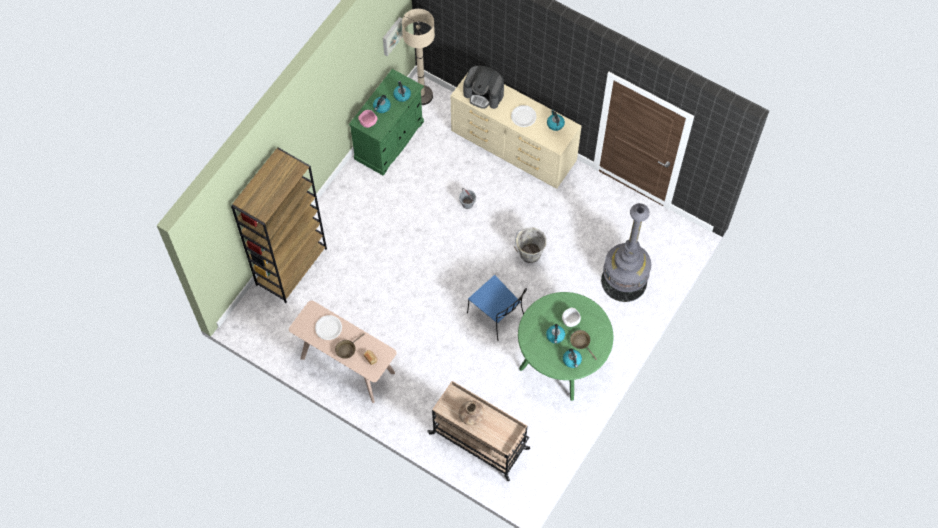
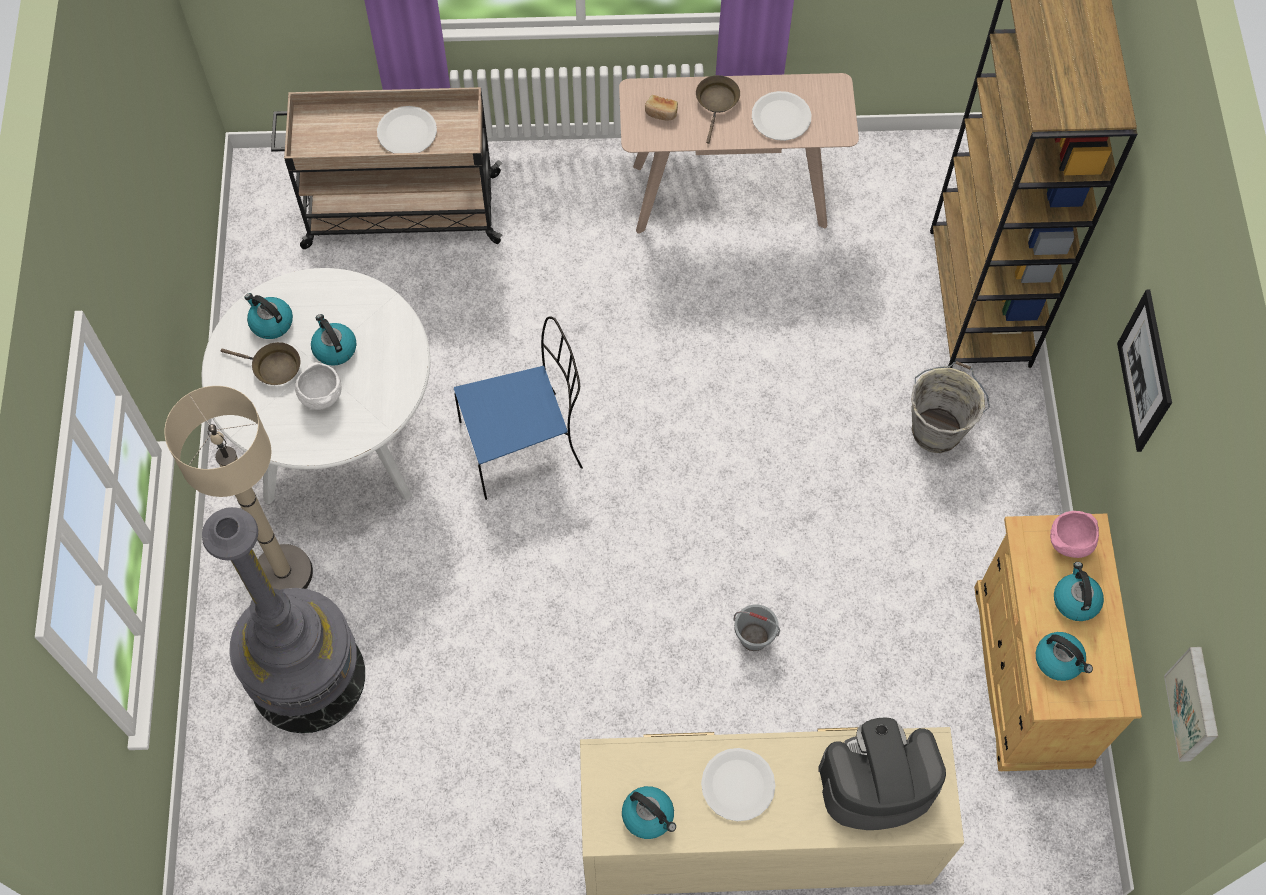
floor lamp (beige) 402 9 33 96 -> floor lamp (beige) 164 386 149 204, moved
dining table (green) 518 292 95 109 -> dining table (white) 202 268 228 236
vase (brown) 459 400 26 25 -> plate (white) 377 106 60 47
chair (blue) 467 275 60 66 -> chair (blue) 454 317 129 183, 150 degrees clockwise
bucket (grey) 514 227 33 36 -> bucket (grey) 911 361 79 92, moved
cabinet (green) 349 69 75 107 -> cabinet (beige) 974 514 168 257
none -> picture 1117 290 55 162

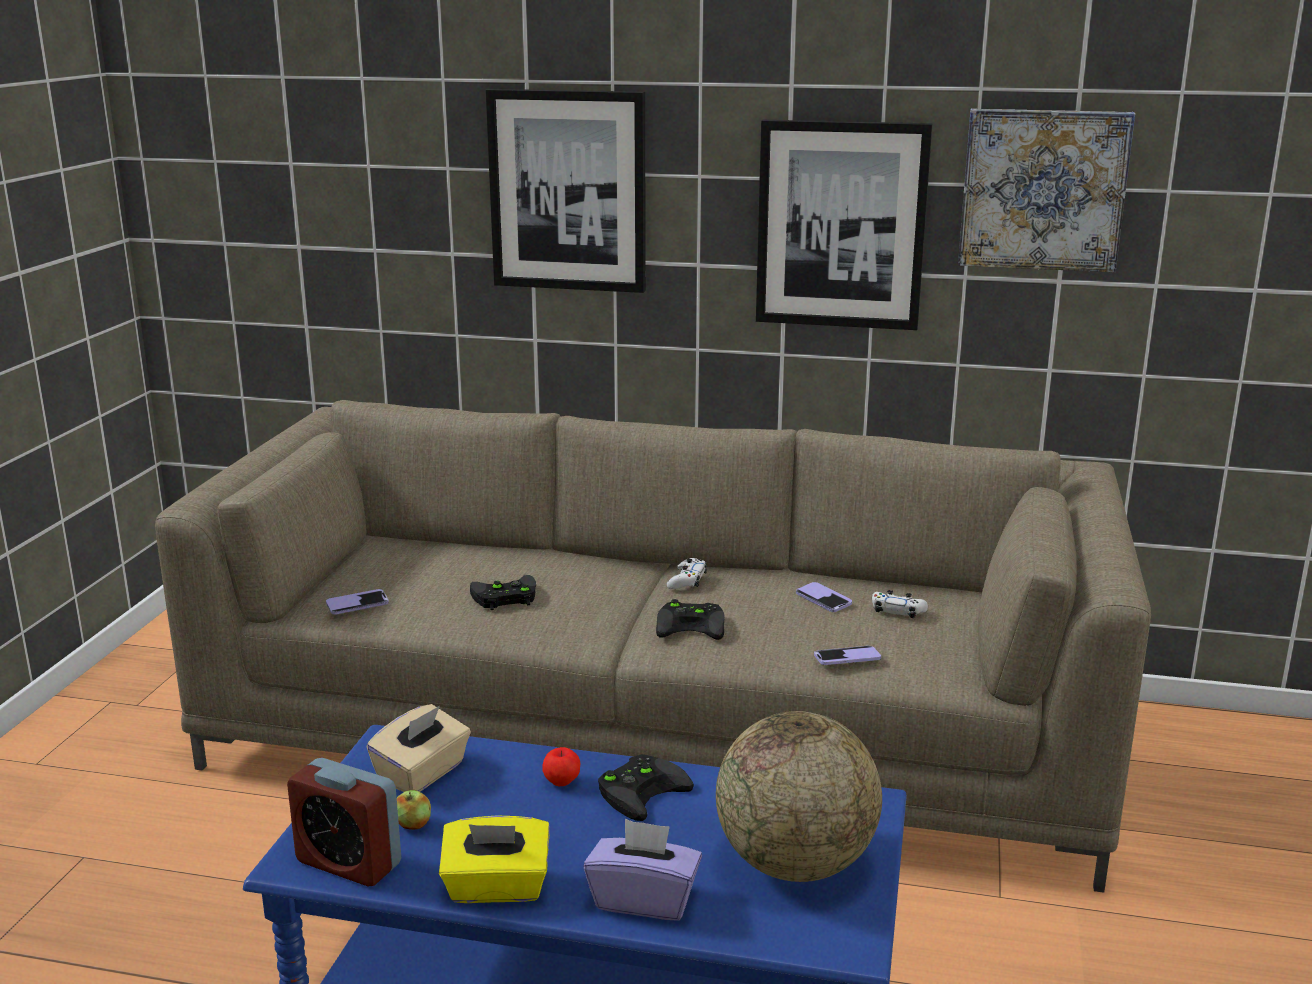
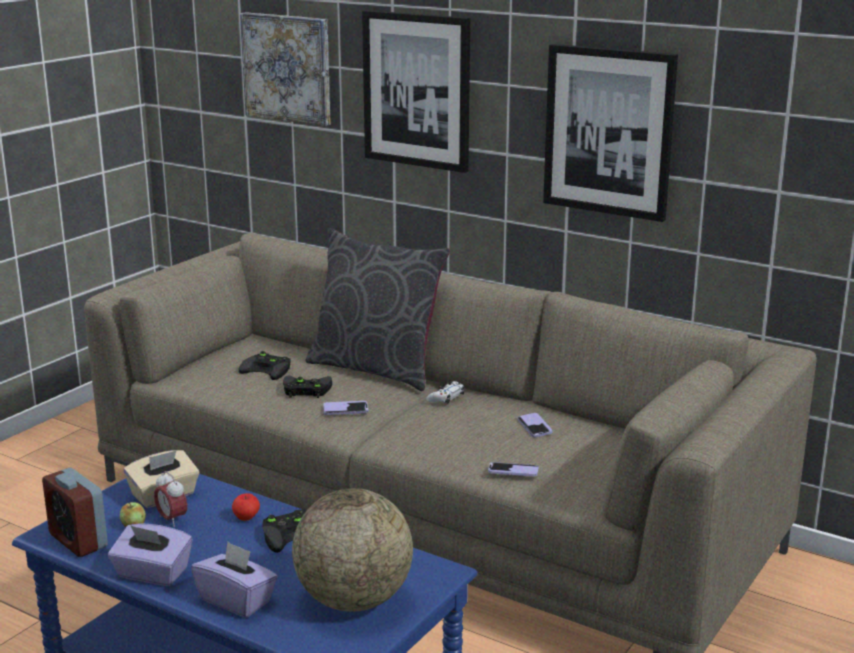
tissue box (yellow) 439 815 111 88 -> tissue box (purple) 108 523 84 63
none -> alarm clock 154 471 33 56
game controller (black) 656 599 69 41 -> game controller (black) 238 351 53 29, moved
picture 958 109 177 163 -> picture 240 12 91 114, moved
none -> pillow (grey) 306 228 144 163
phone 326 589 63 26 -> phone 323 401 45 14, moved
game controller (white) 872 590 56 28 -> none

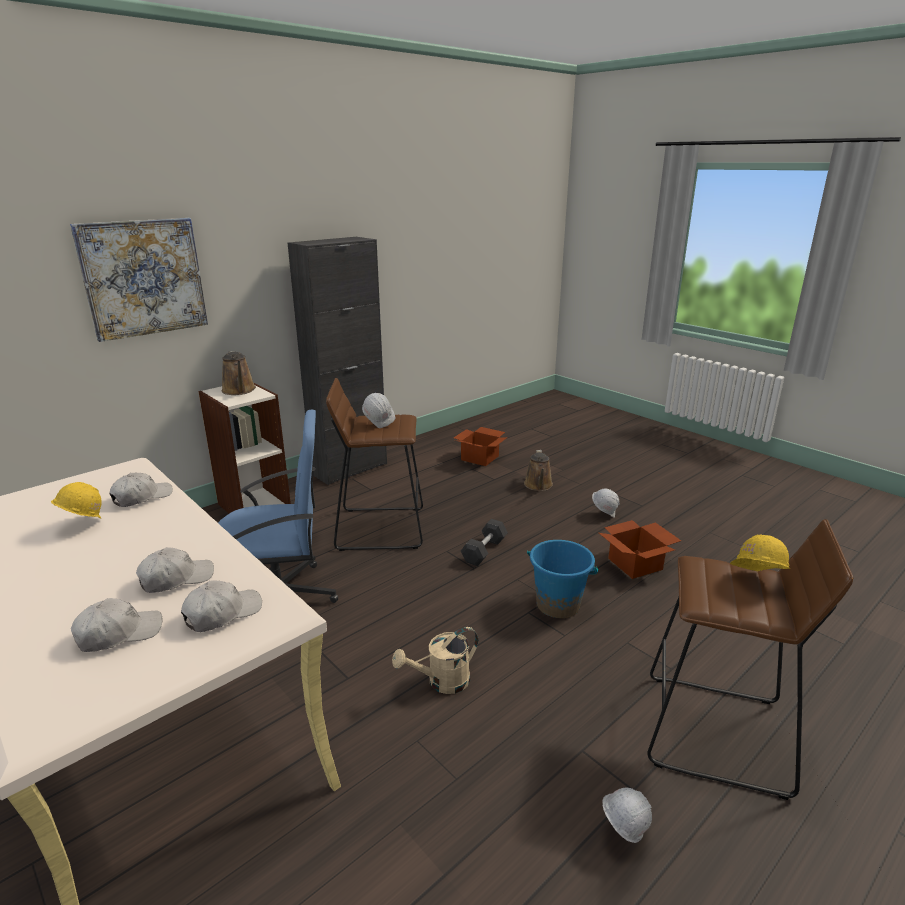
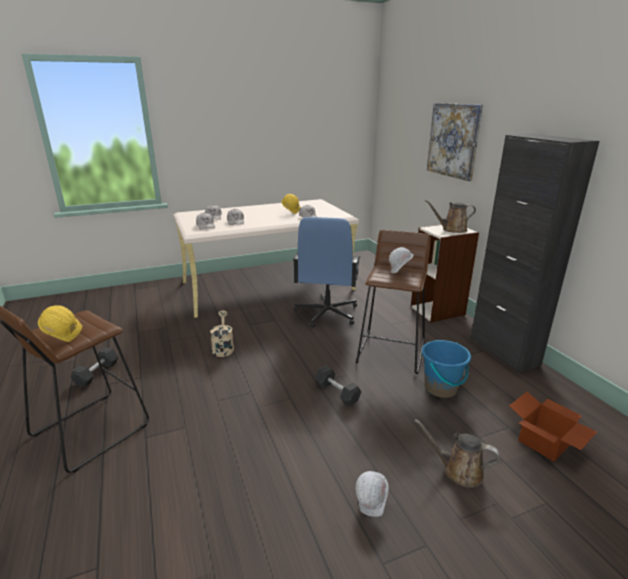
hard hat (white) 602 788 50 55 -> dumbbell (grey) 71 347 47 40
bucket (blue) 527 540 71 78 -> bucket (blue) 422 340 49 58, moved
cardboard box 599 520 82 59 -> none

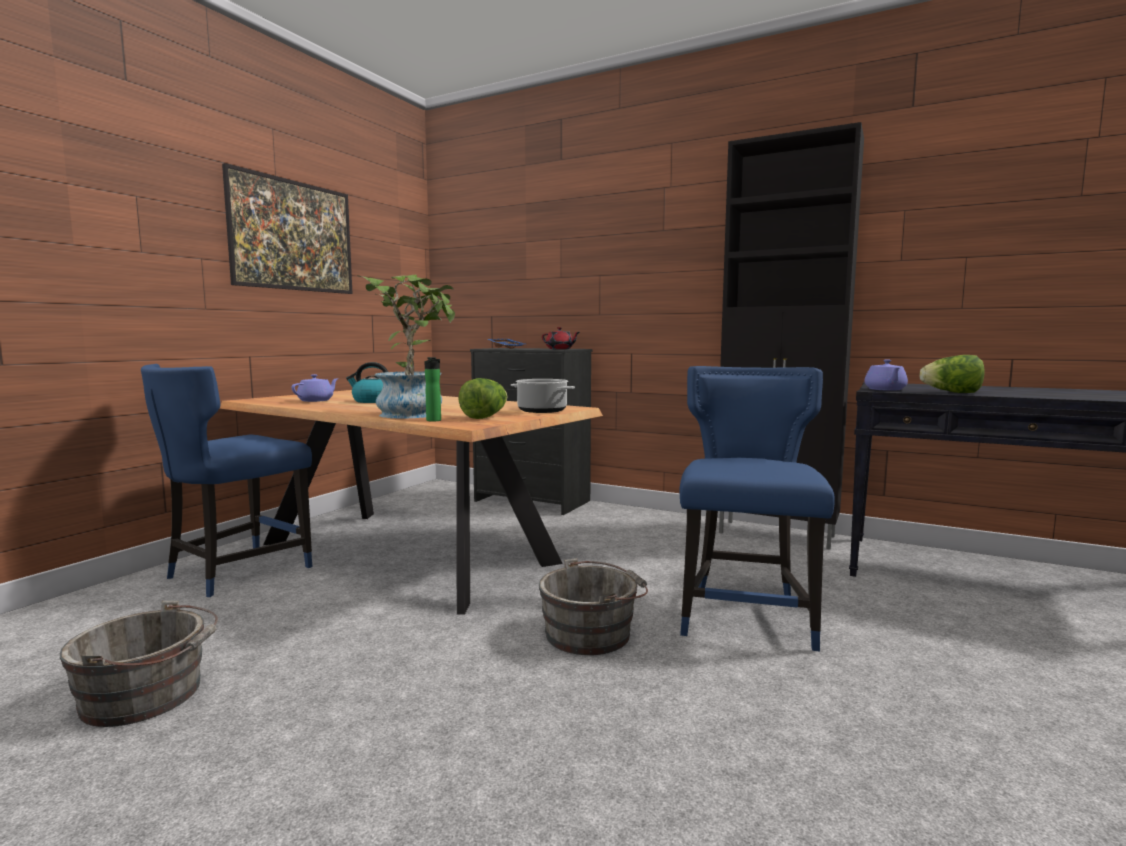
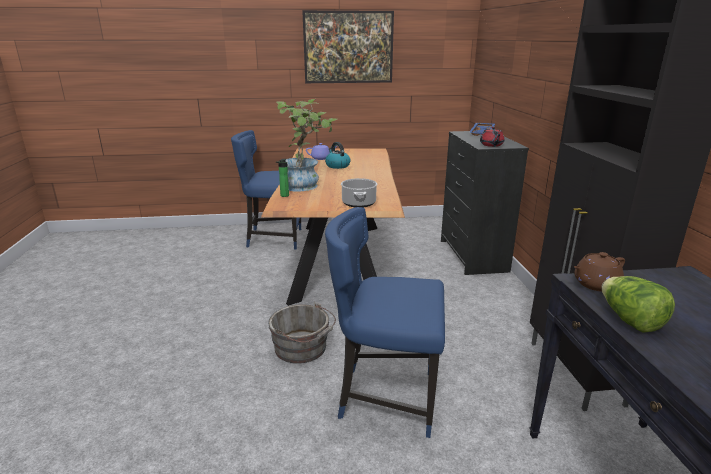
chair (blue) 680 366 155 286 -> chair (blue) 325 207 120 231, 150 degrees counterclockwise
teapot (purple) 864 360 44 31 -> teapot (brown) 574 252 51 40
bucket (grey) 60 601 158 126 -> none
lettuce 458 378 49 41 -> none

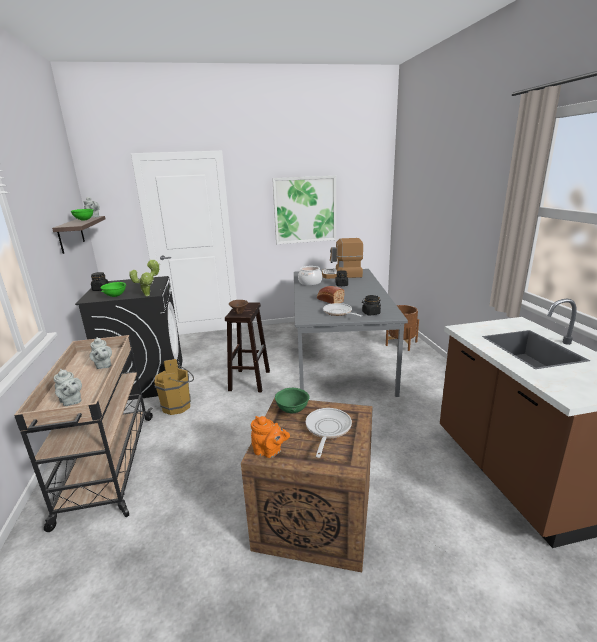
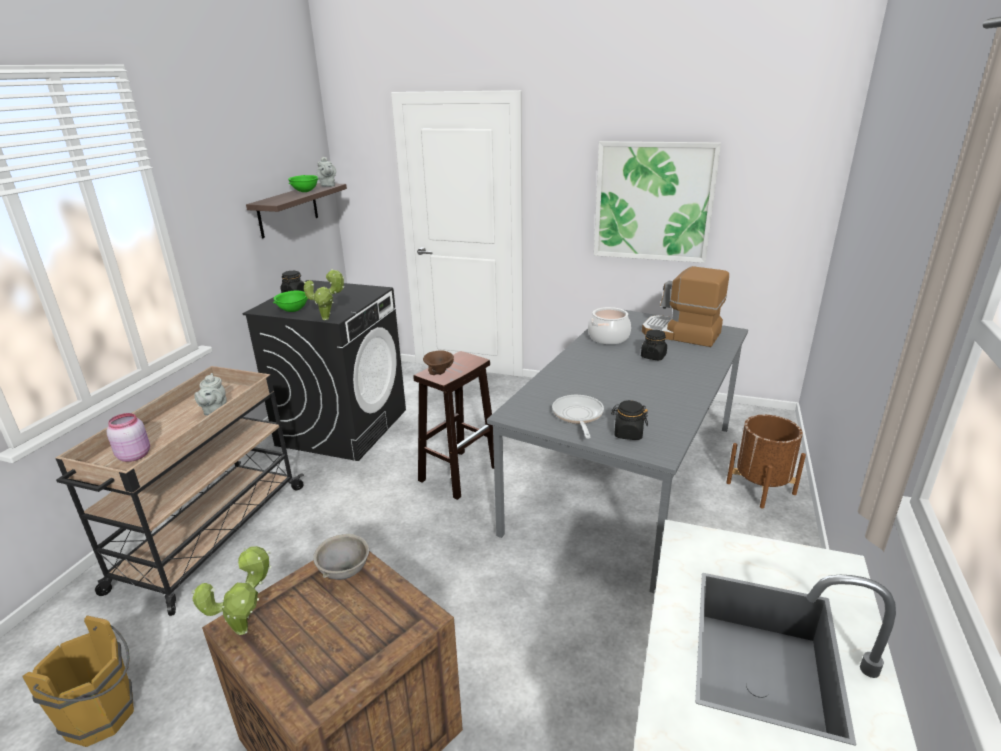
bucket (brown) 155 359 39 56 -> bucket (brown) 22 616 112 131, moved
teapot (grey) 54 369 28 37 -> jar (pink) 107 413 43 49
teapot (orange) 251 416 39 42 -> potted plant 191 546 80 89
bowl (green) 275 388 35 25 -> bowl (grey) 313 534 56 46
frying pan 306 408 46 50 -> none
bread 317 286 28 18 -> none

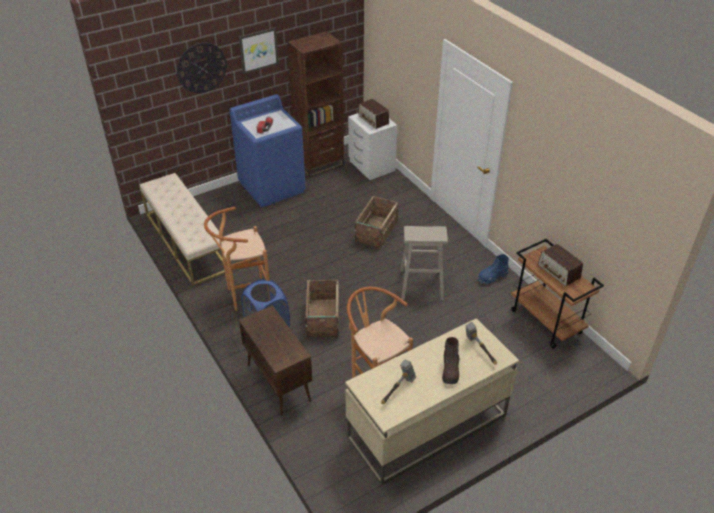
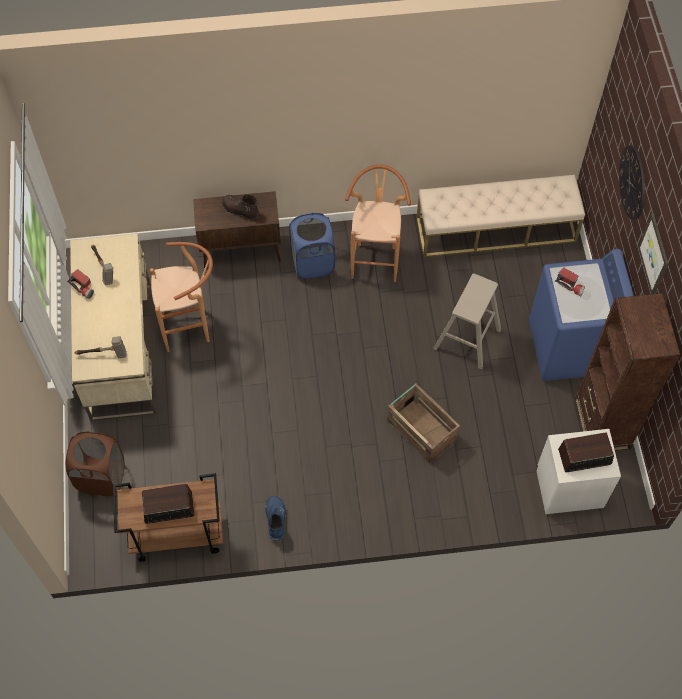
none -> laundry basket (brown) 66 431 59 65
none -> flashlight 67 269 27 30
boot (brown) 442 337 18 47 -> boot (brown) 222 194 37 25, moved
stool (beige) 400 226 48 74 -> stool (beige) 433 273 68 97, moved
crate 305 280 34 57 -> none

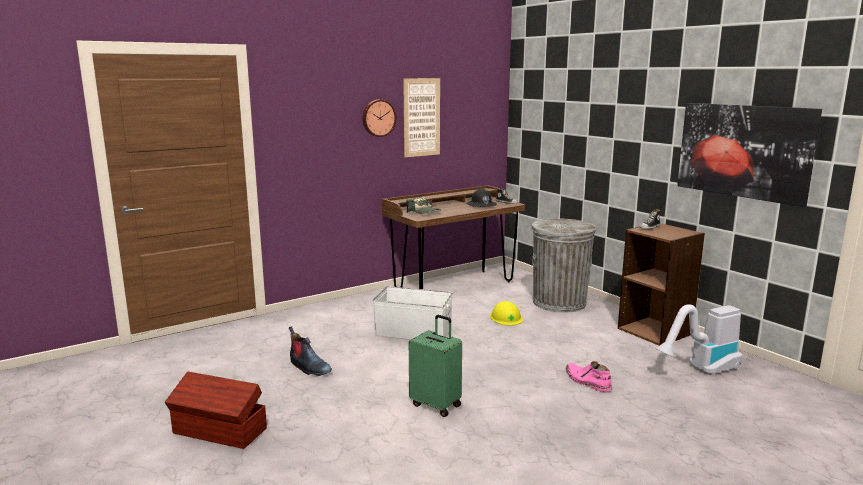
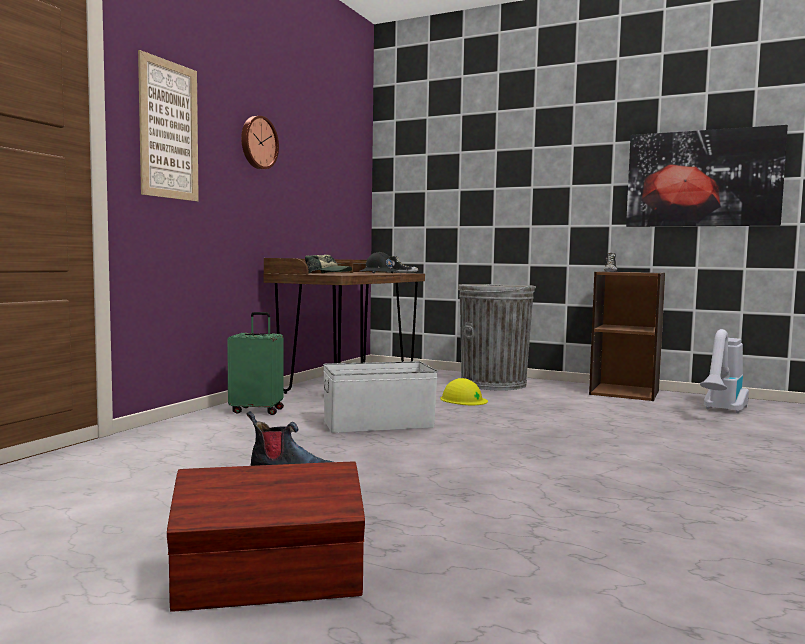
picture 403 78 37 79 -> picture 138 50 61 151, moved
suitcase (green) 409 315 53 102 -> suitcase (green) 227 312 57 103, moved
boot (pink) 566 361 46 31 -> none

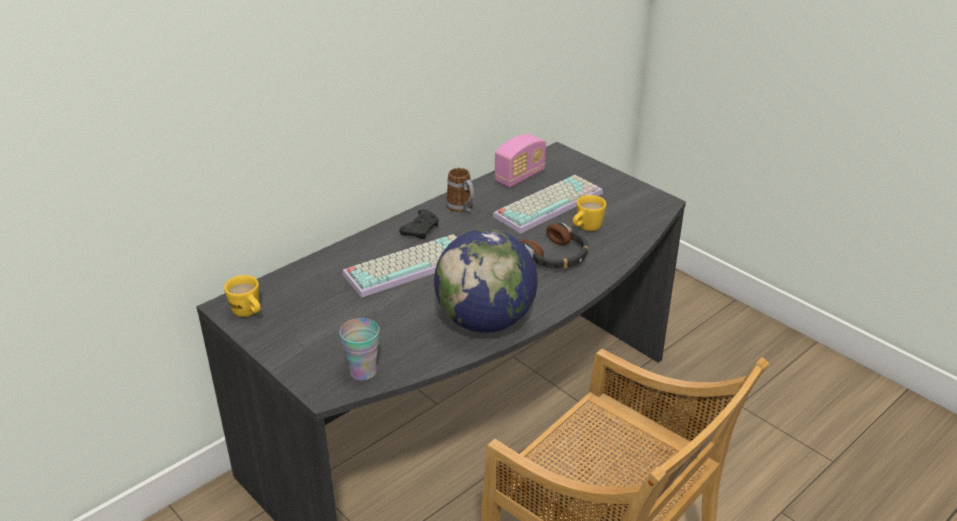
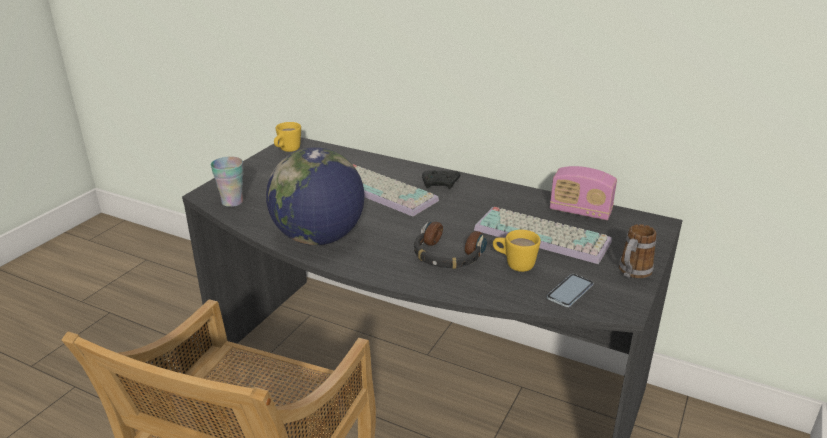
none -> phone 547 274 47 33
mug 446 168 28 44 -> mug 619 224 37 54, moved

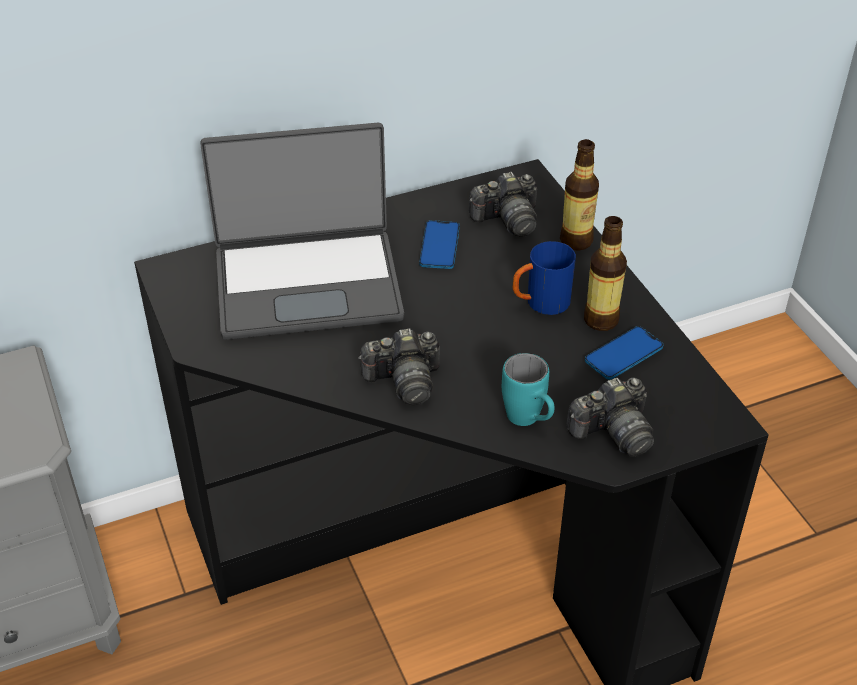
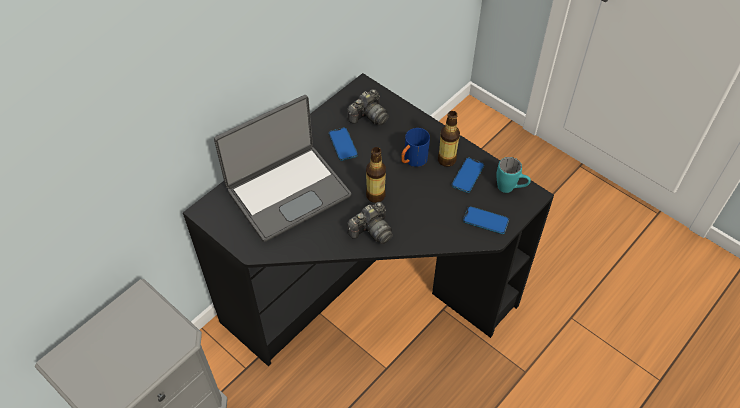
bottle 560 139 39 112 -> bottle 366 147 20 56, moved
photo camera 566 377 88 80 -> phone 463 206 46 28
mug (turquoise) 502 353 53 73 -> mug (turquoise) 496 157 35 36, moved

